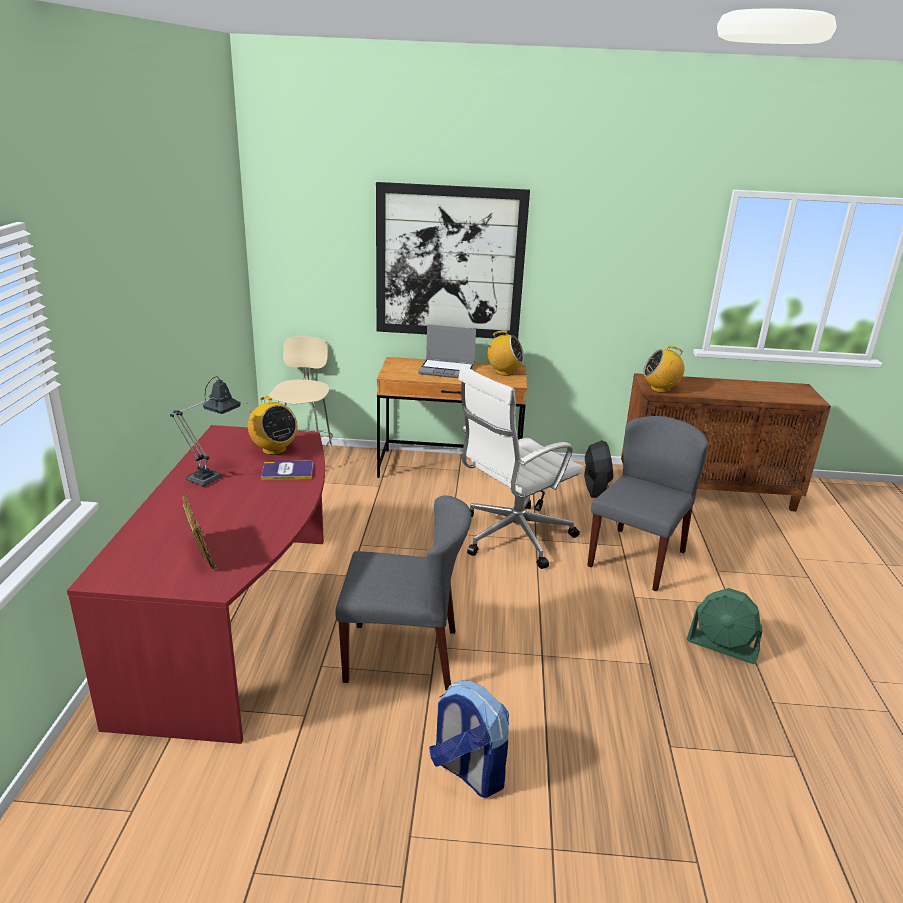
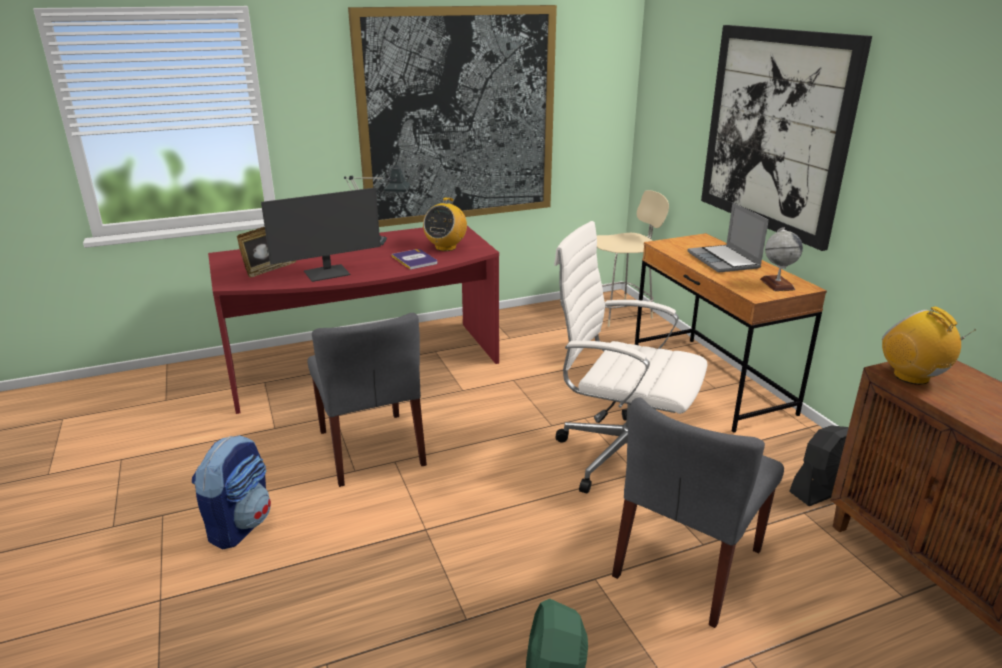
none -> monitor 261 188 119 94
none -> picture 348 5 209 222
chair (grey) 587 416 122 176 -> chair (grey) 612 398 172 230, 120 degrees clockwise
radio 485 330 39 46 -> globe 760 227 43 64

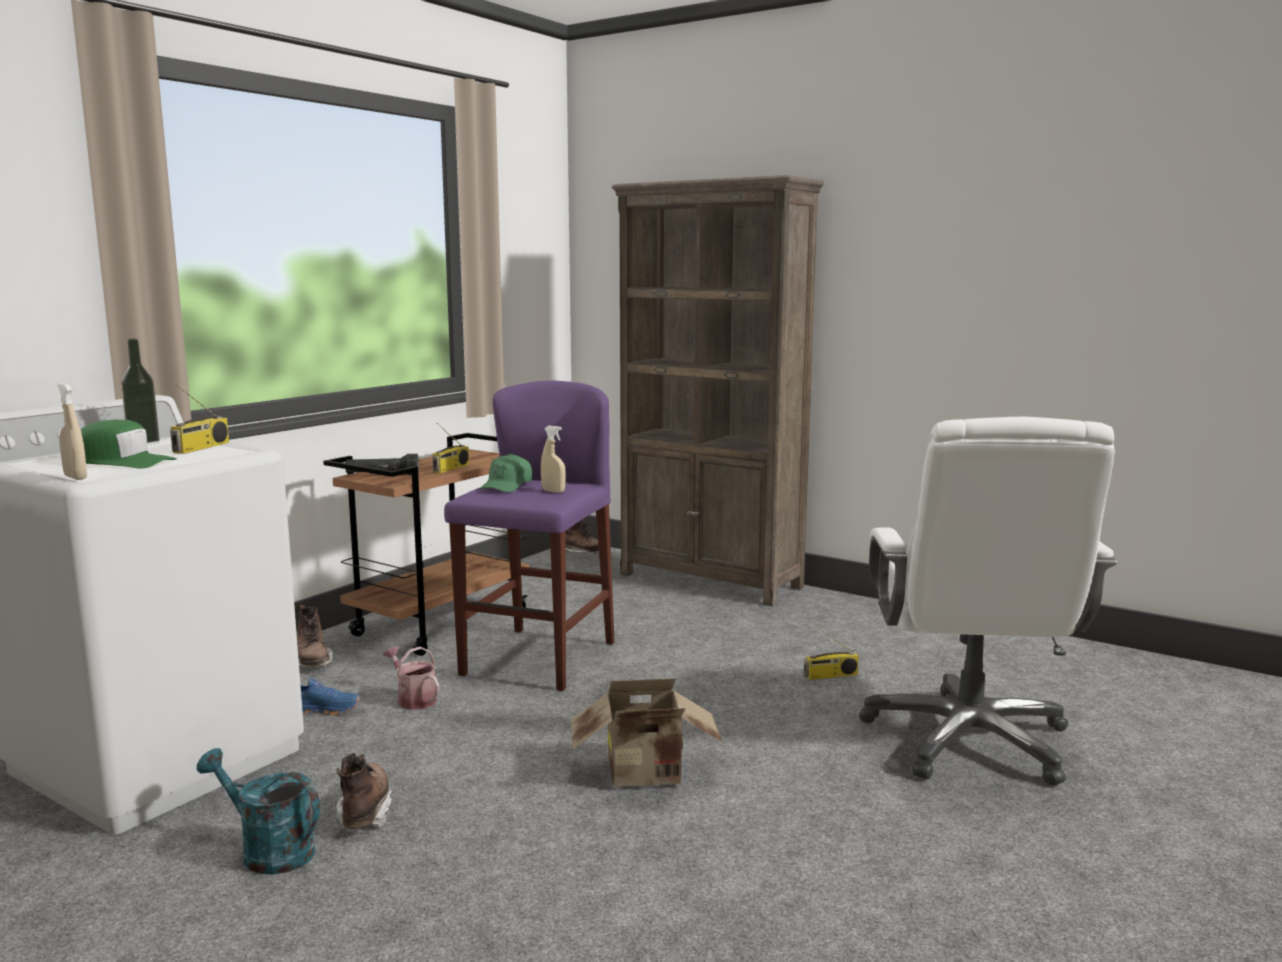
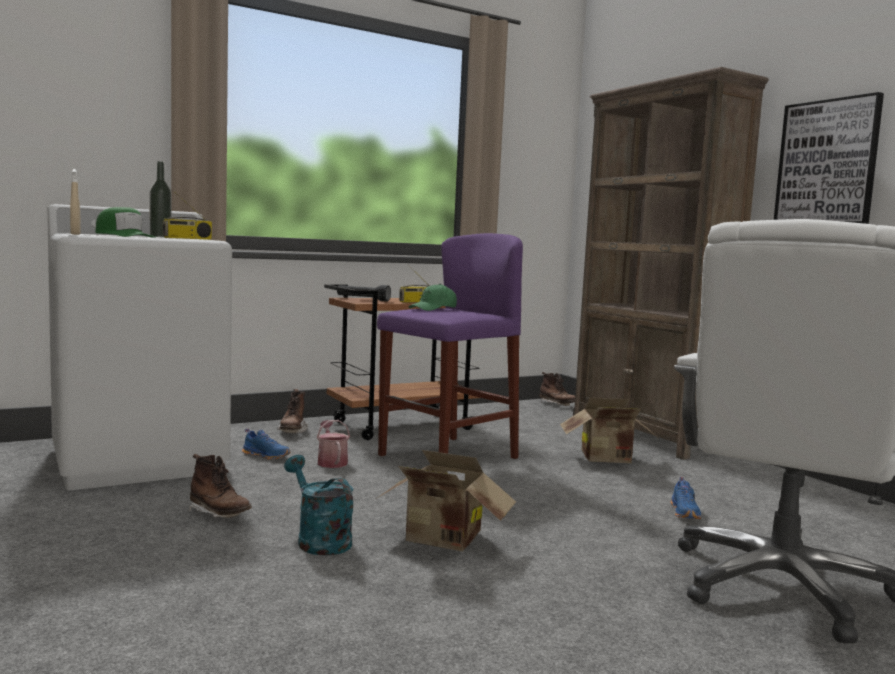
boot (brown) 337 753 57 76 -> boot (brown) 188 454 64 64, 105 degrees clockwise
watering can (turquoise) 197 748 123 127 -> watering can (turquoise) 284 455 70 101, moved
none -> cardboard box 560 397 97 66
radio 804 626 55 54 -> shoe (blue) 670 477 31 42
none -> picture 774 92 110 132
spray bottle (beige) 541 426 25 67 -> none

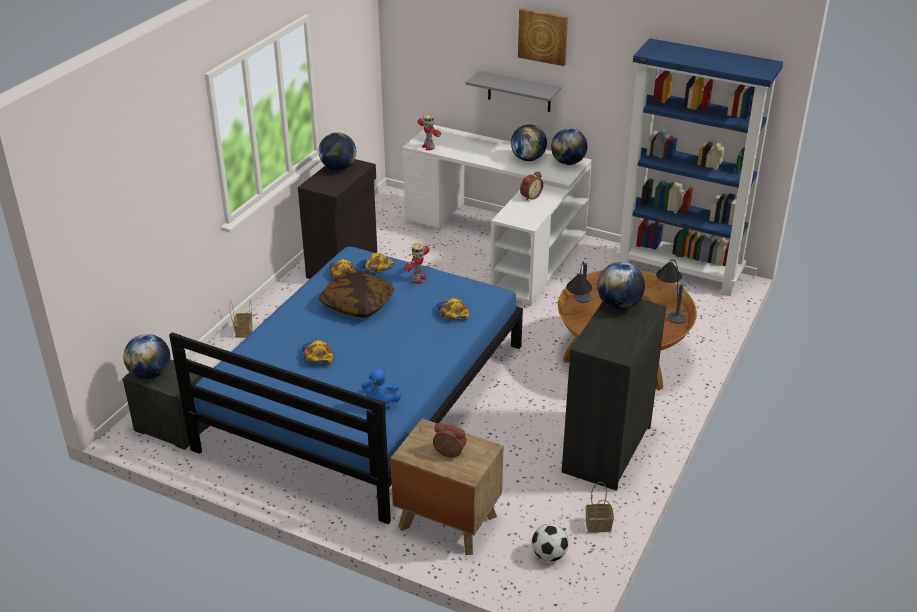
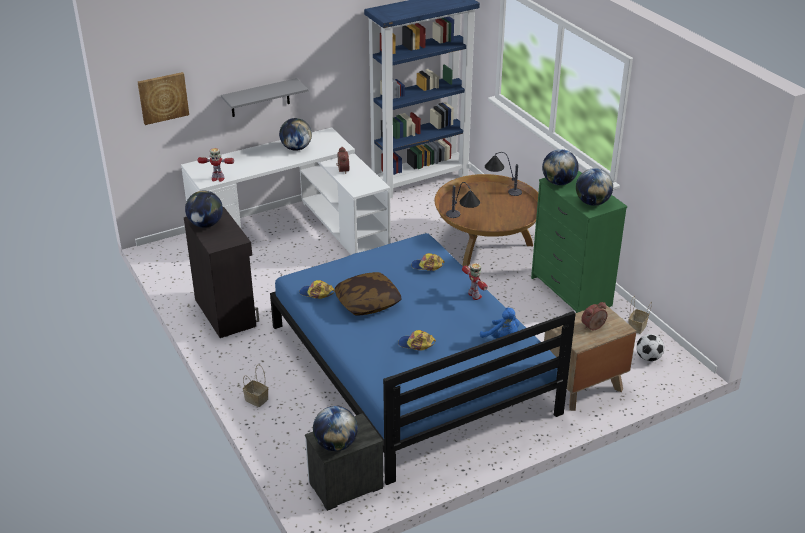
picture 518 8 50 58 -> picture 138 72 51 53, moved
toy robot 404 243 25 41 -> toy robot 462 263 25 37, moved
dresser (black) 562 299 105 192 -> dresser (green) 531 170 96 143
globe 551 128 36 37 -> globe 576 168 37 38, moved
cap 357 253 37 19 -> none

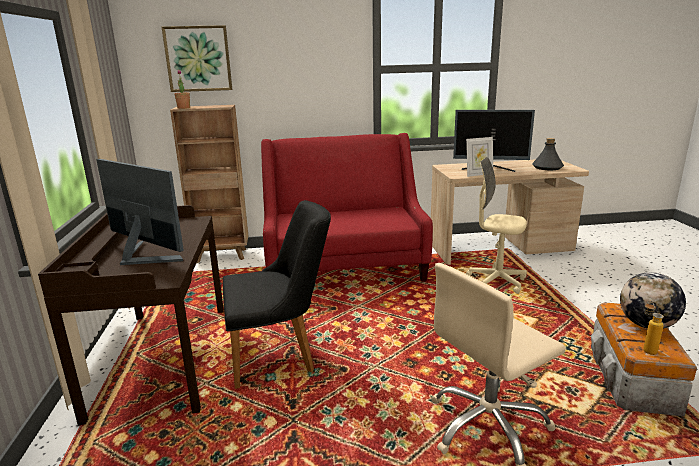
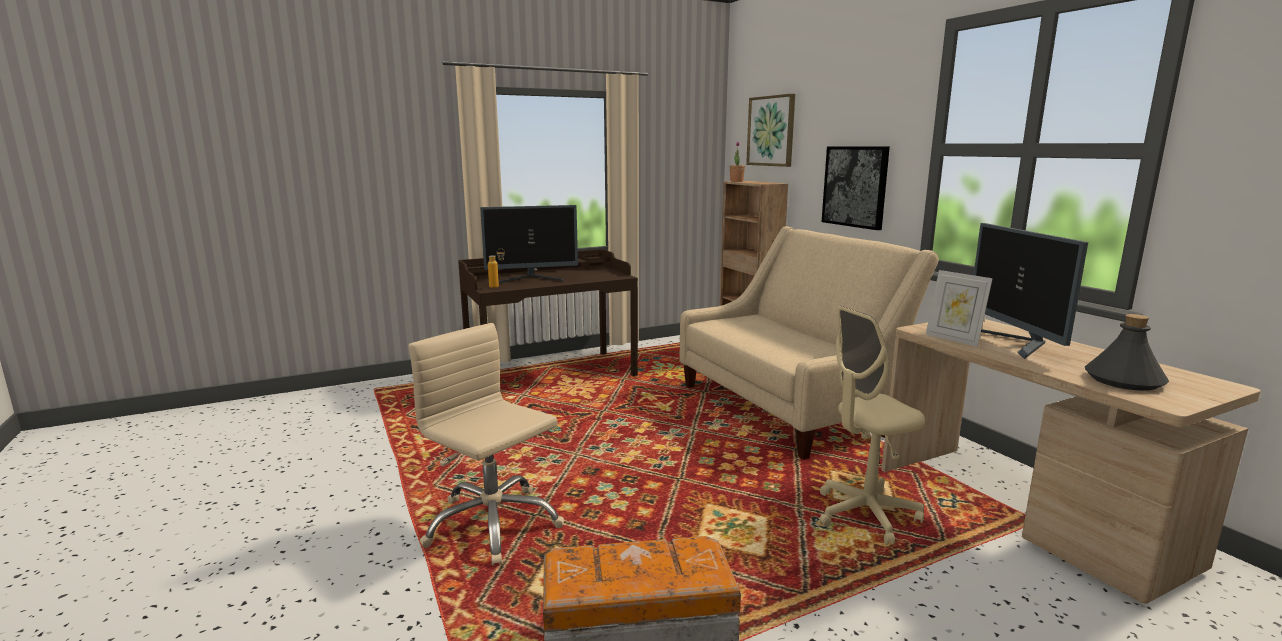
monitor 96 159 88 106 -> monitor 480 205 98 78, 60 degrees clockwise
bottle 643 301 21 54 -> bottle 488 248 17 40, moved
sofa (red) 261 133 172 149 -> sofa (beige) 680 226 259 234
office chair (beige) 466 157 61 137 -> office chair (beige) 819 306 106 239, 120 degrees counterclockwise
none -> picture 822 146 68 84
chair (black) 223 200 108 189 -> none
globe 620 272 66 57 -> none

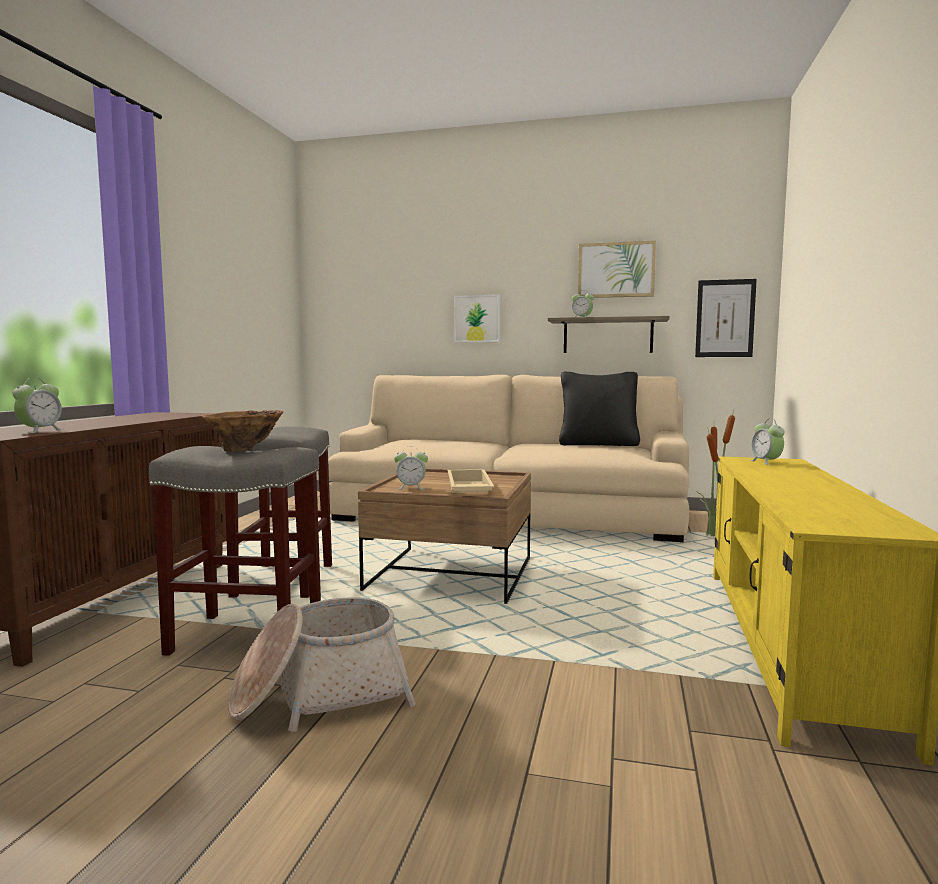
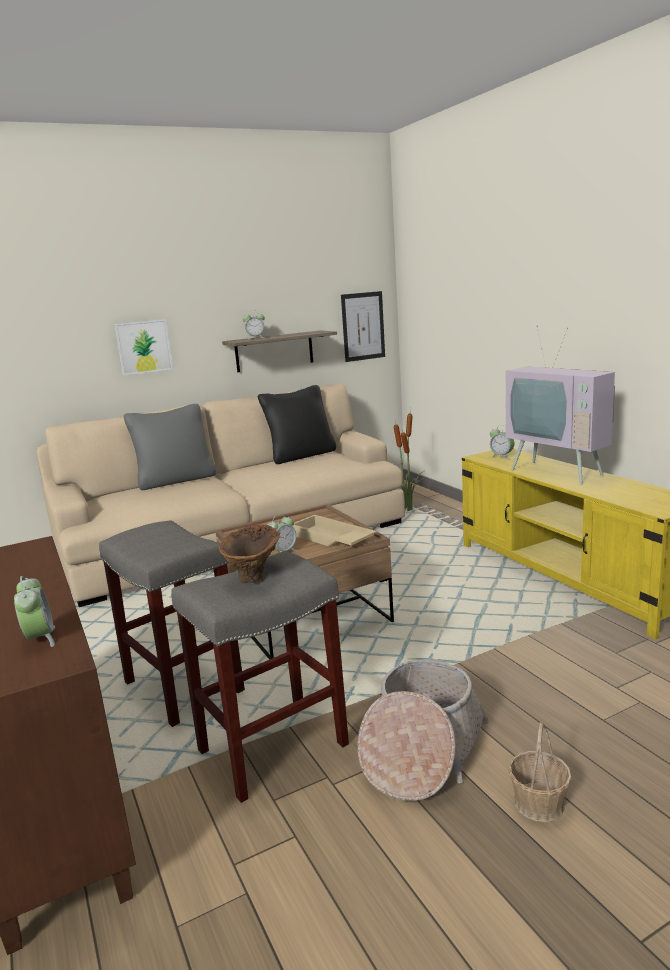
none -> pillow (grey) 124 404 92 86
none -> television 506 328 109 157
none -> basket 508 722 64 100
picture 578 240 78 58 -> none

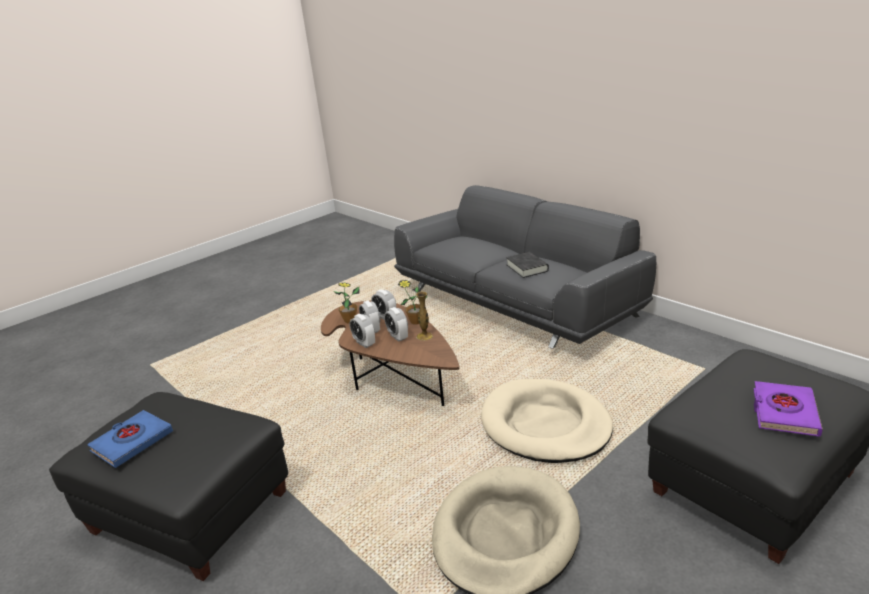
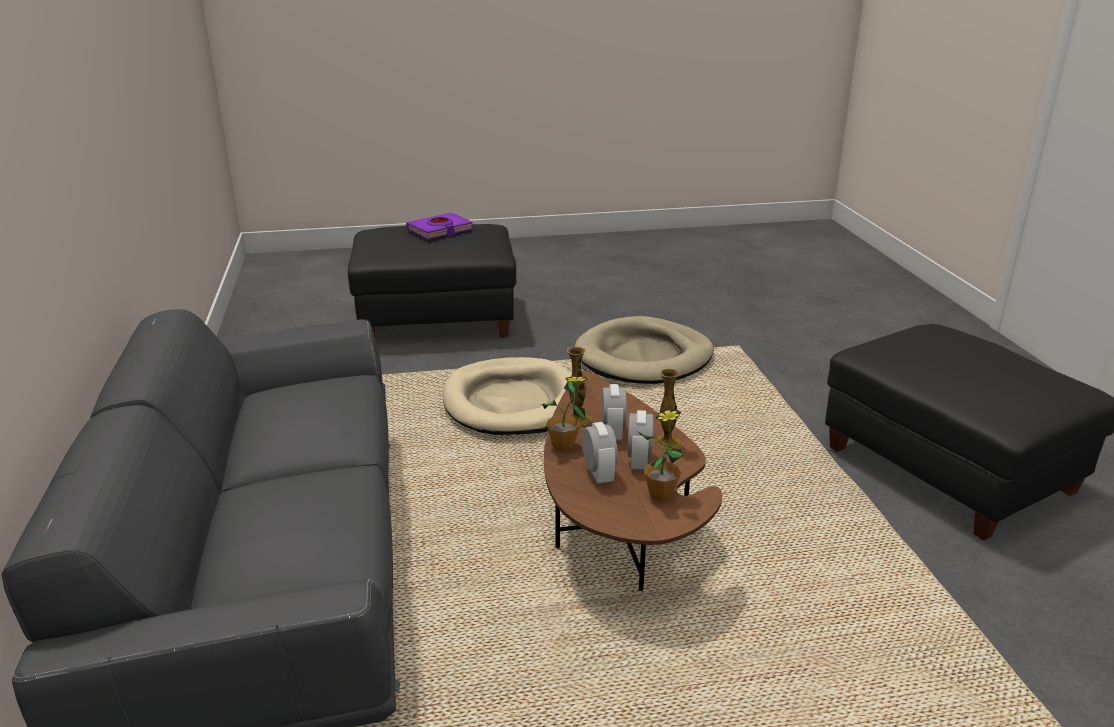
alarm clock 349 314 26 34 -> vase 654 368 28 83
book (blue) 87 410 86 58 -> none
book (black) 506 252 43 26 -> none

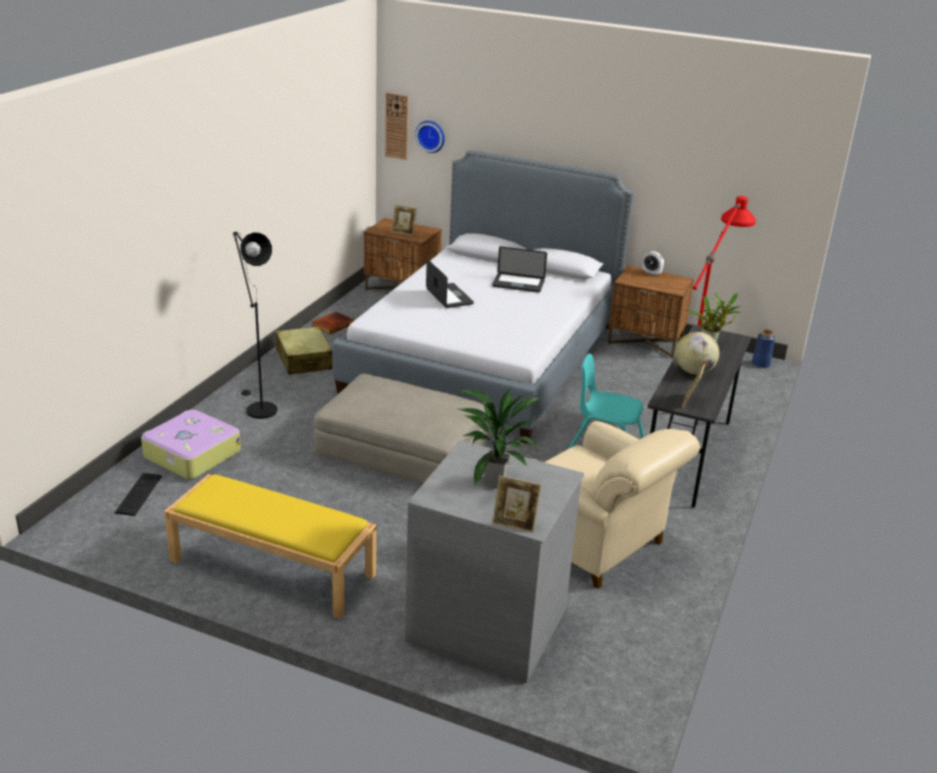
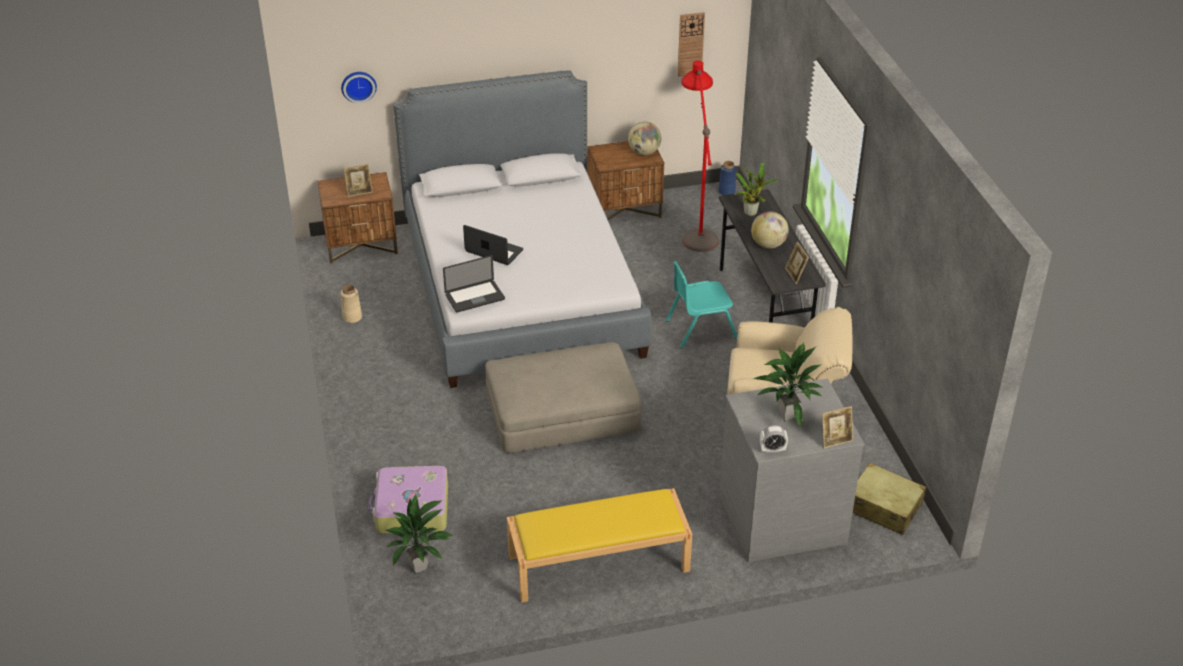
book 312 312 42 22 -> vase (beige) 340 285 22 38
keyboard 115 473 47 43 -> potted plant 385 494 69 79
laptop 492 246 55 46 -> laptop 443 255 62 58, moved
none -> globe 628 122 33 33
wall clock 385 92 24 68 -> wall clock 678 12 27 65, moved
alarm clock 642 251 22 25 -> alarm clock 760 425 28 28, moved
suitcase (beige) 276 326 57 49 -> suitcase (beige) 853 463 73 72, moved
floor lamp (black) 232 232 46 187 -> none

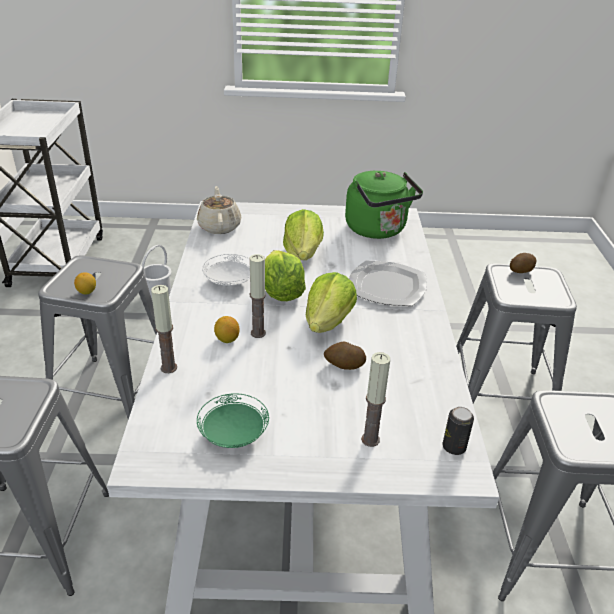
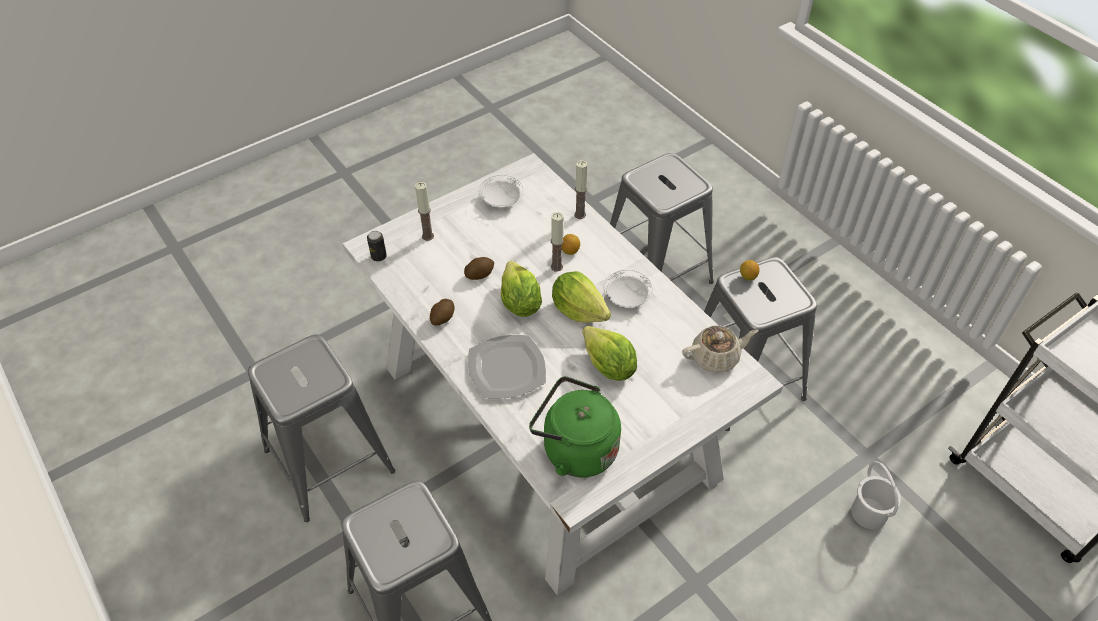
potato 510 253 26 20 -> potato 430 299 25 27, moved
plate (green) 197 393 72 55 -> plate (white) 479 175 44 33
teapot (beige) 197 186 44 48 -> teapot (beige) 682 325 77 48, 60 degrees counterclockwise

